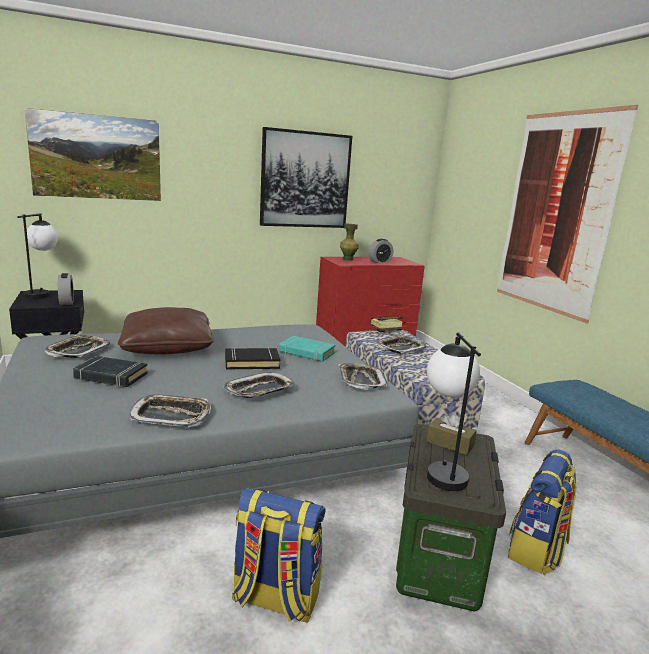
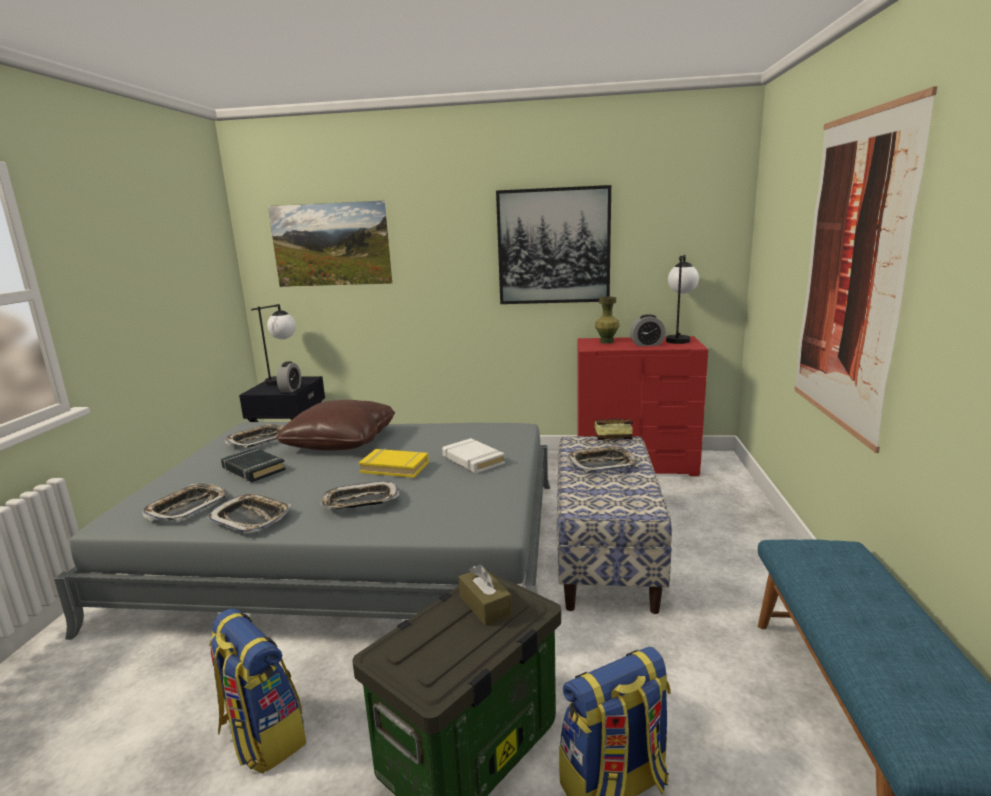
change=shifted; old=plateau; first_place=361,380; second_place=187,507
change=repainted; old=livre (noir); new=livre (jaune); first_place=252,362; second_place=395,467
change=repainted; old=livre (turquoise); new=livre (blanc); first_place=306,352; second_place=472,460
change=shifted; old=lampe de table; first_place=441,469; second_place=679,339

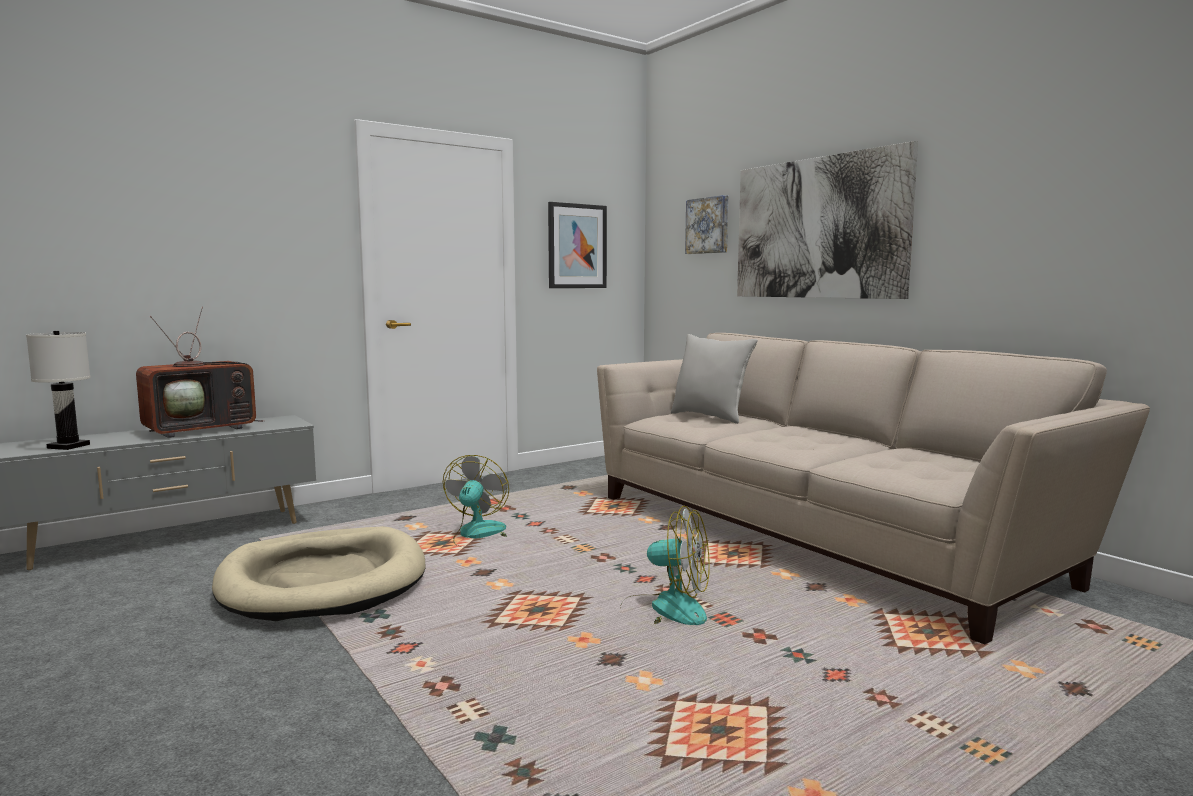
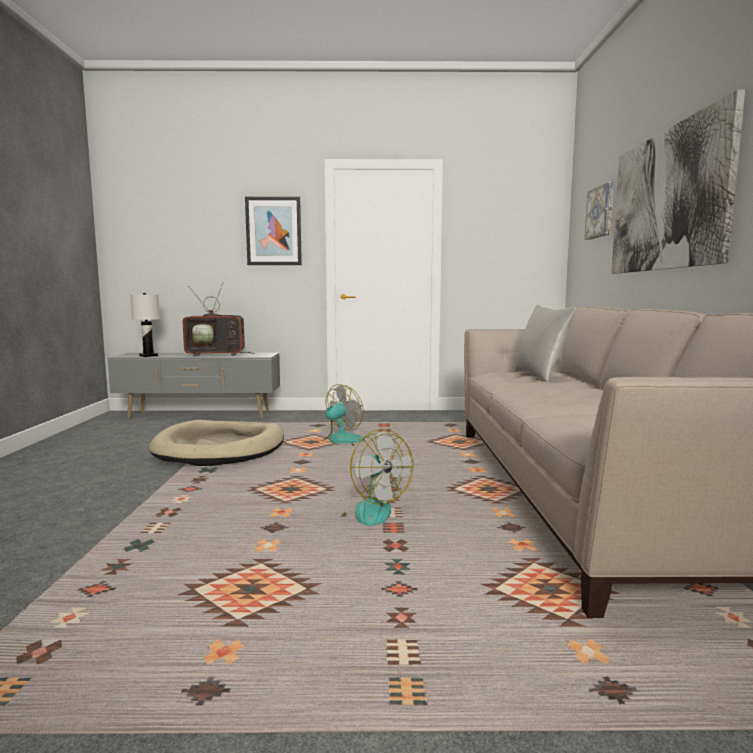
change=shifted; old=tableau; first_place=577,246; second_place=273,231

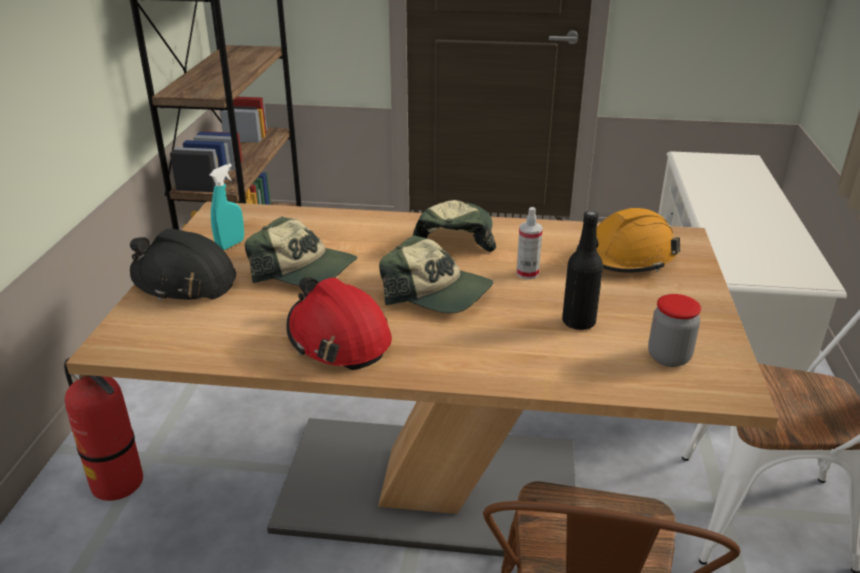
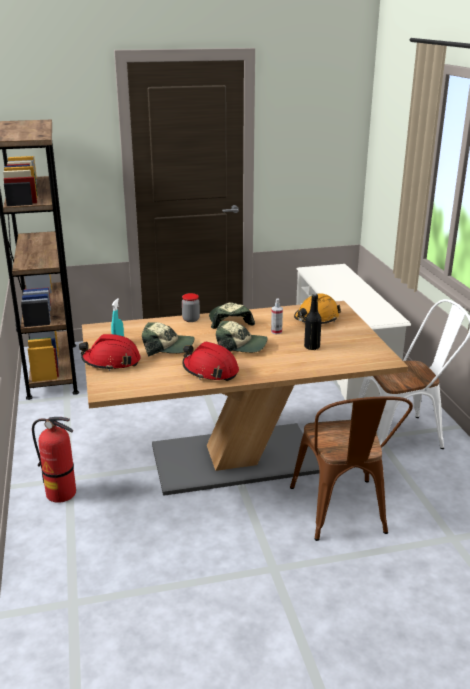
change=repainted; old=casque de chantier (noir); new=casque de chantier (rouge); first_place=184,282; second_place=111,362
change=shifted; old=bocal; first_place=669,357; second_place=191,319

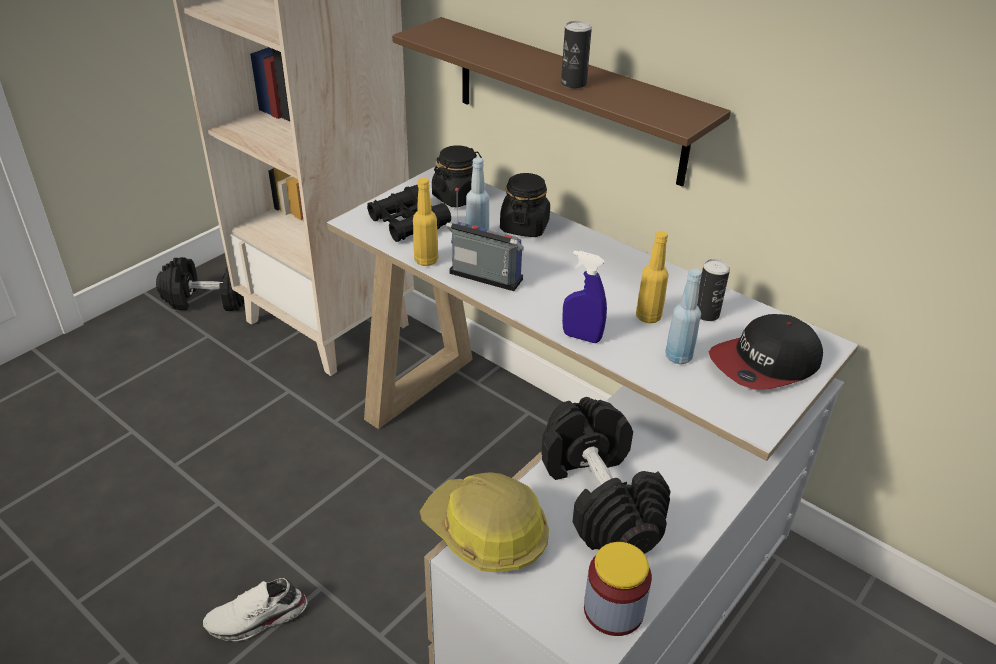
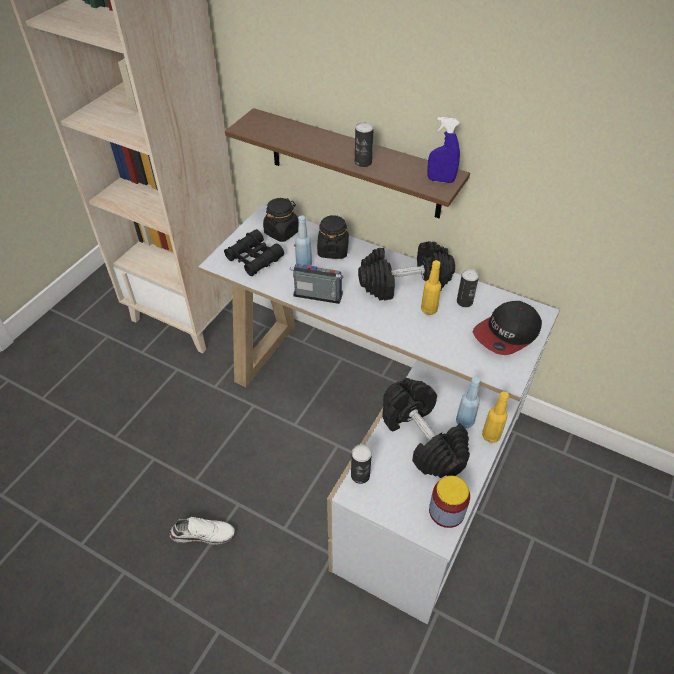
change=rotated; old=chaussure (blanc); first_place=257,619; second_place=203,533; degrees=-150
change=swapped; old=casque de chantier; new=boîte métallique; first_place=486,533; second_place=360,475
change=shifted; old=haltère (noir); first_place=211,299; second_place=405,283
change=shifted; old=vaporisateur (bleu); first_place=581,337; second_place=440,180
change=shifted; old=bouteille (bleu); first_place=678,357; second_place=464,421
change=shifted; old=bouteille (jaune); first_place=426,260; second_place=491,436

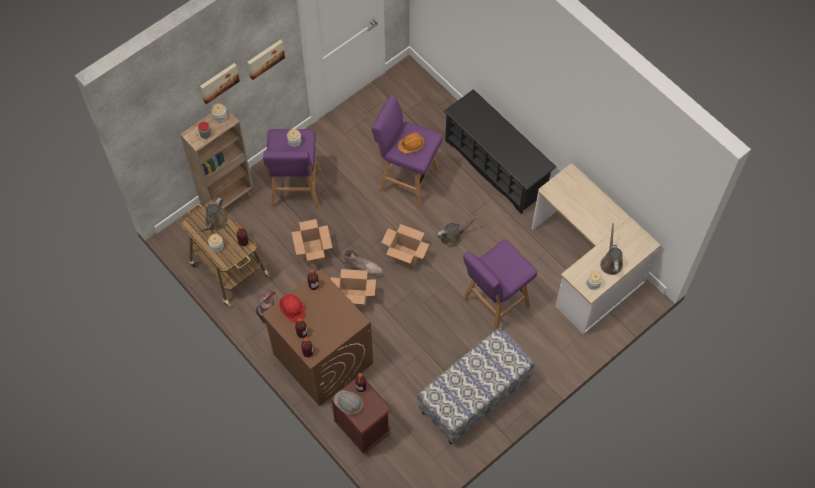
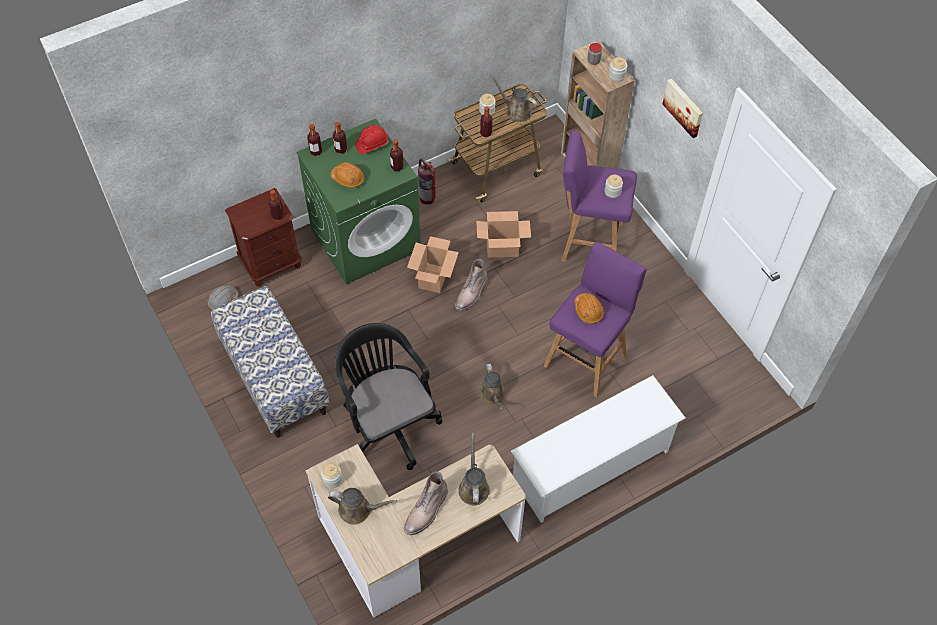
change=shifted; old=casque de chantier (gris); first_place=348,403; second_place=223,301
change=repainted; old=lave-linge (marron); new=lave-linge (vert); first_place=322,358; second_place=366,238
change=new; new=casque de chantier (orange); second_place=348,178
change=swapped; old=tabouret (violet); new=chaise de bureau (noir); first_place=494,304; second_place=388,423
change=new; new=botte (marron); second_place=426,511
change=new; new=arrosoir (marron); second_place=473,487
change=repainted; old=étagère à chaussures (noir); new=étagère à chaussures (blanc); first_place=496,166; second_place=591,467
change=gone; old=tableau; first_place=218,82
change=gone; old=carton; first_place=405,255

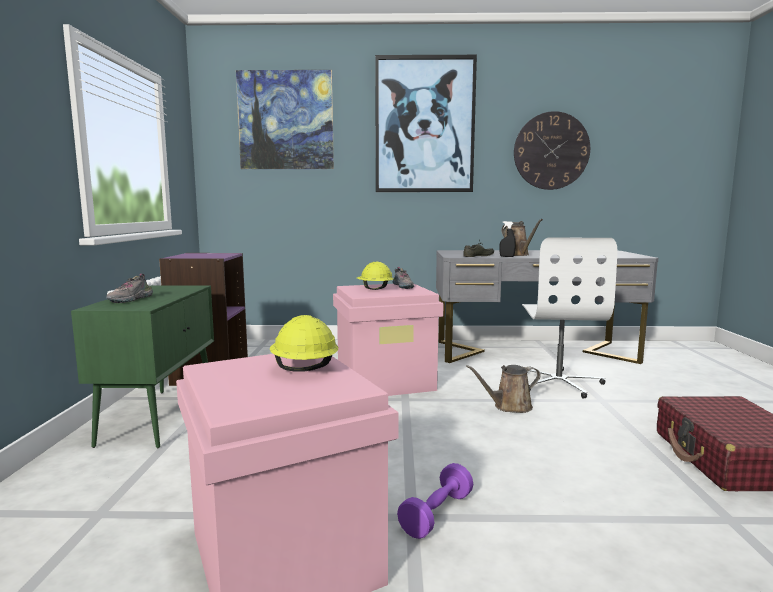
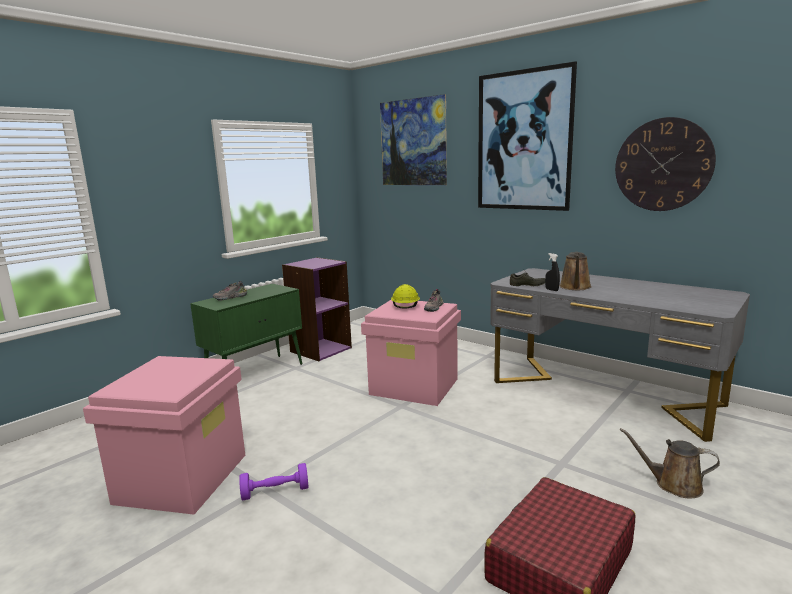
change=shifted; old=arrosoir (marron); first_place=509,407; second_place=673,485
change=gone; old=casque de chantier (jaune); first_place=304,368
change=gone; old=chaise de bureau (blanc); first_place=559,382

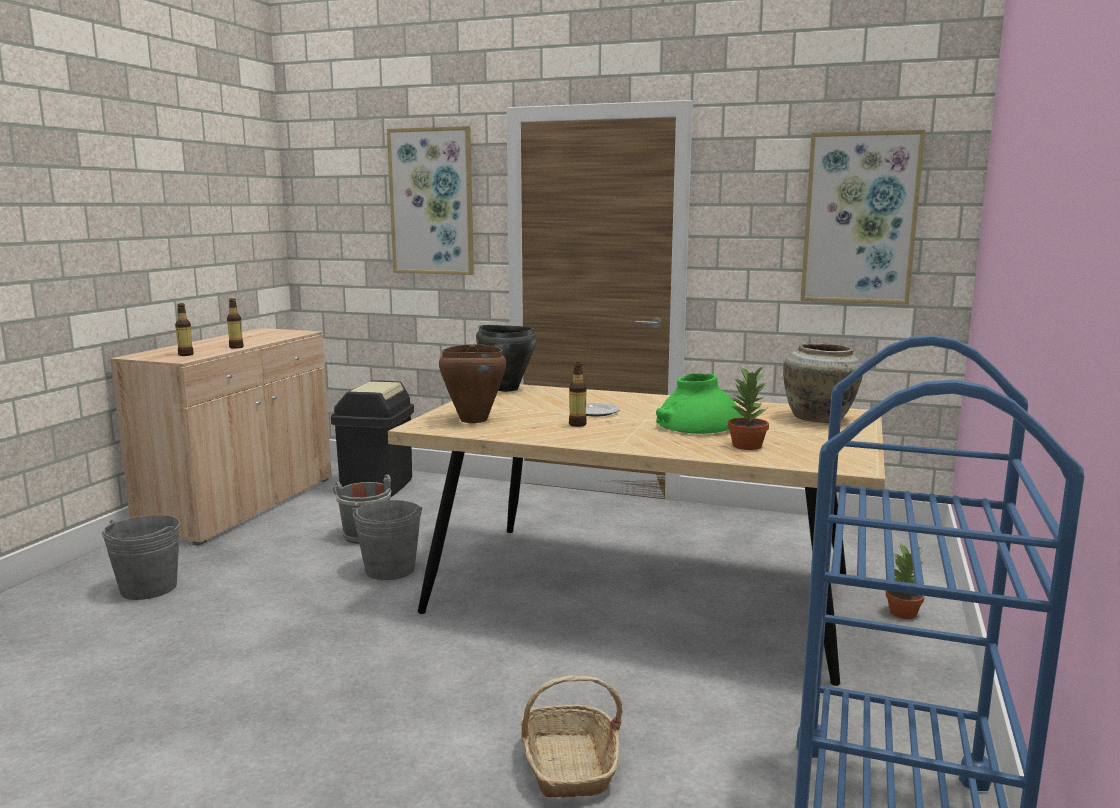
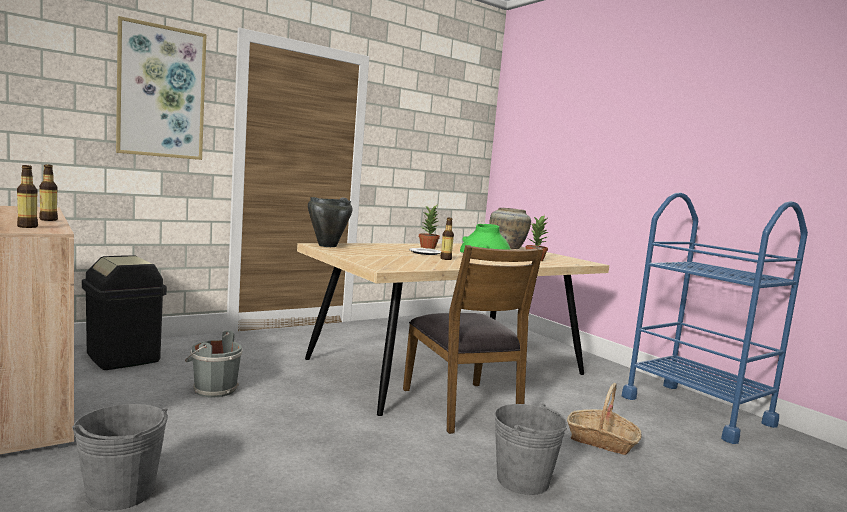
change=new; new=chaise (marron); second_place=462,406
change=shifted; old=plante en pot; first_place=903,613; second_place=428,247
change=shifted; old=seau (gris); first_place=390,569; second_place=523,480
change=gone; old=marmite (marron); first_place=473,420
change=gone; old=tableau; first_place=860,218

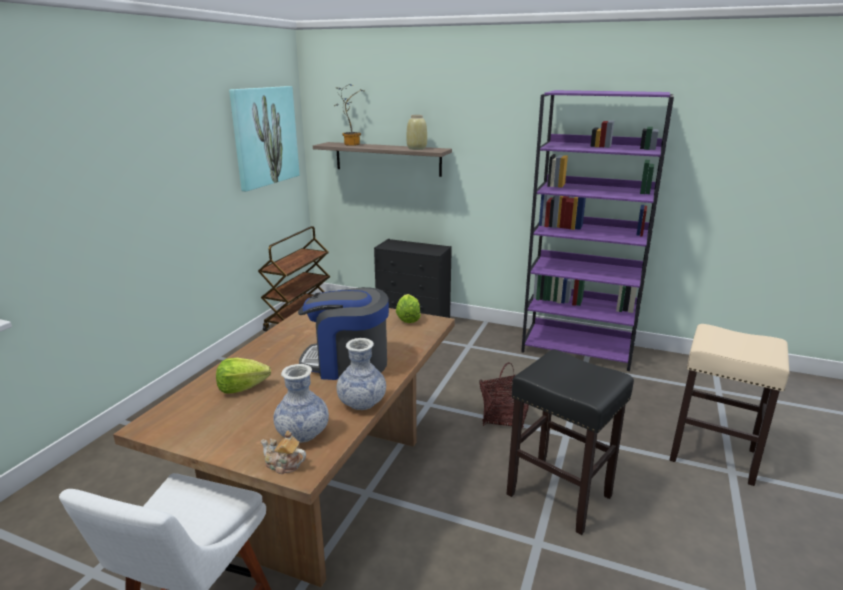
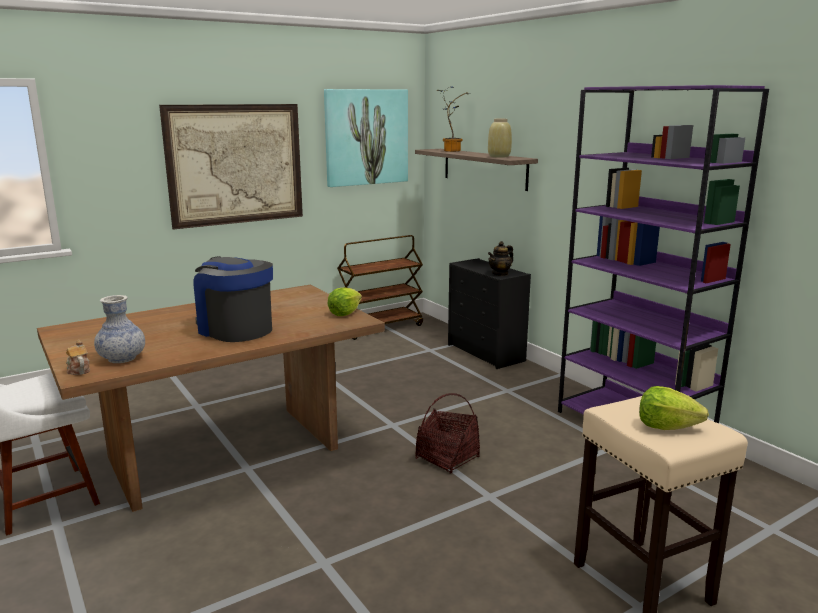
change=new; new=tableau; second_place=235,164
change=new; new=théière; second_place=500,274
change=shifted; old=laitue; first_place=242,388; second_place=666,426
change=gone; old=vase; first_place=362,403
change=gone; old=tabouret (noir); first_place=560,495

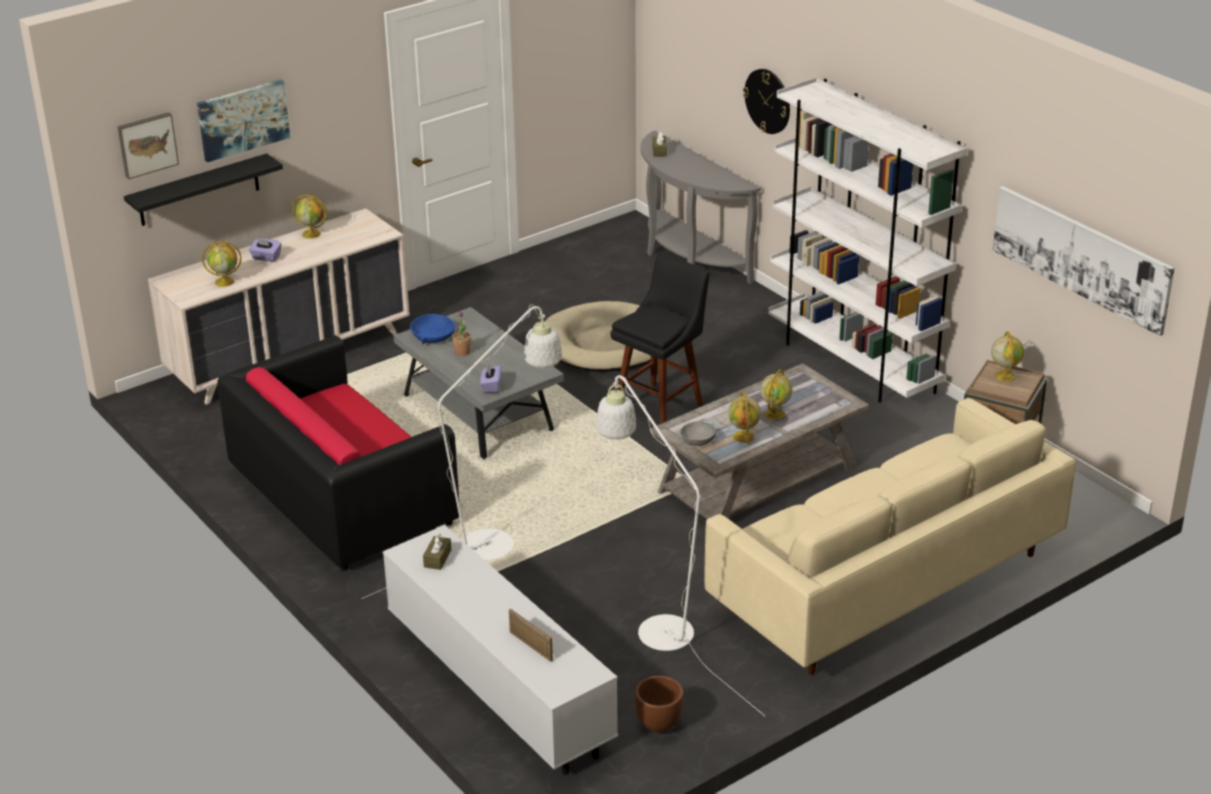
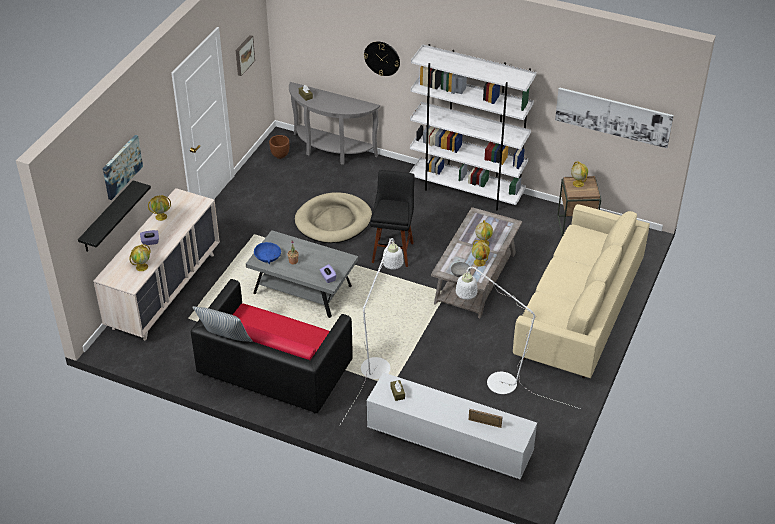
change=new; new=coussin; second_place=224,341
change=shifted; old=tableau; first_place=147,144; second_place=243,55
change=shifted; old=cache-pot (marron); first_place=659,725; second_place=280,155

